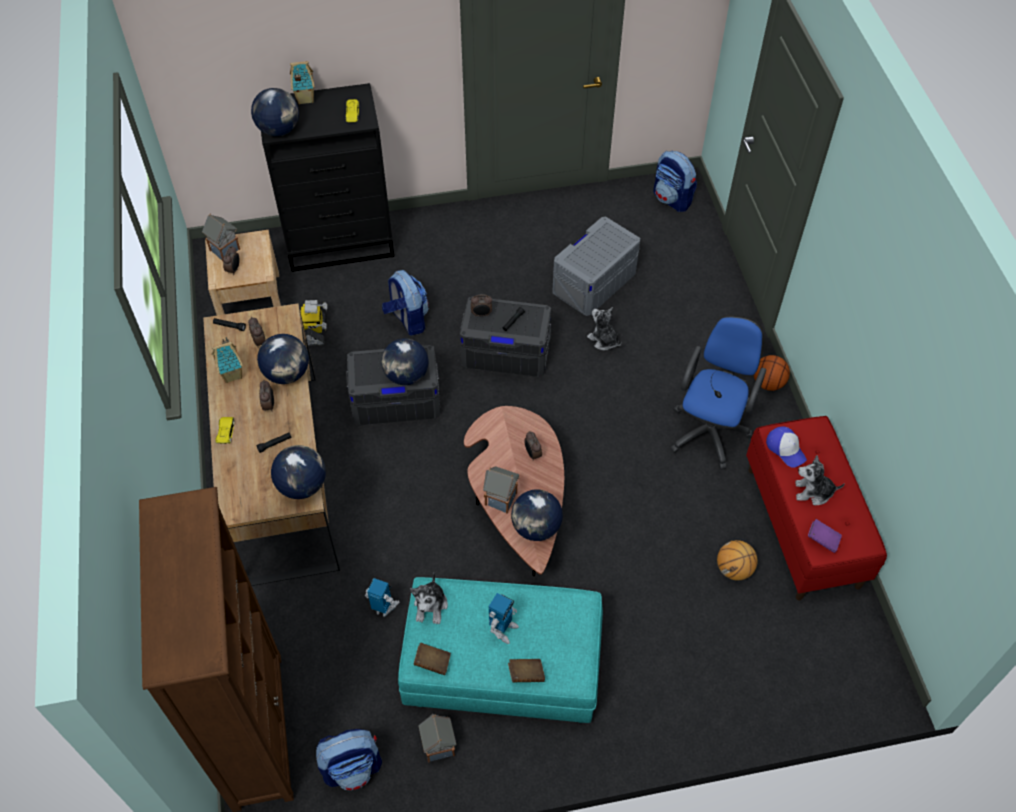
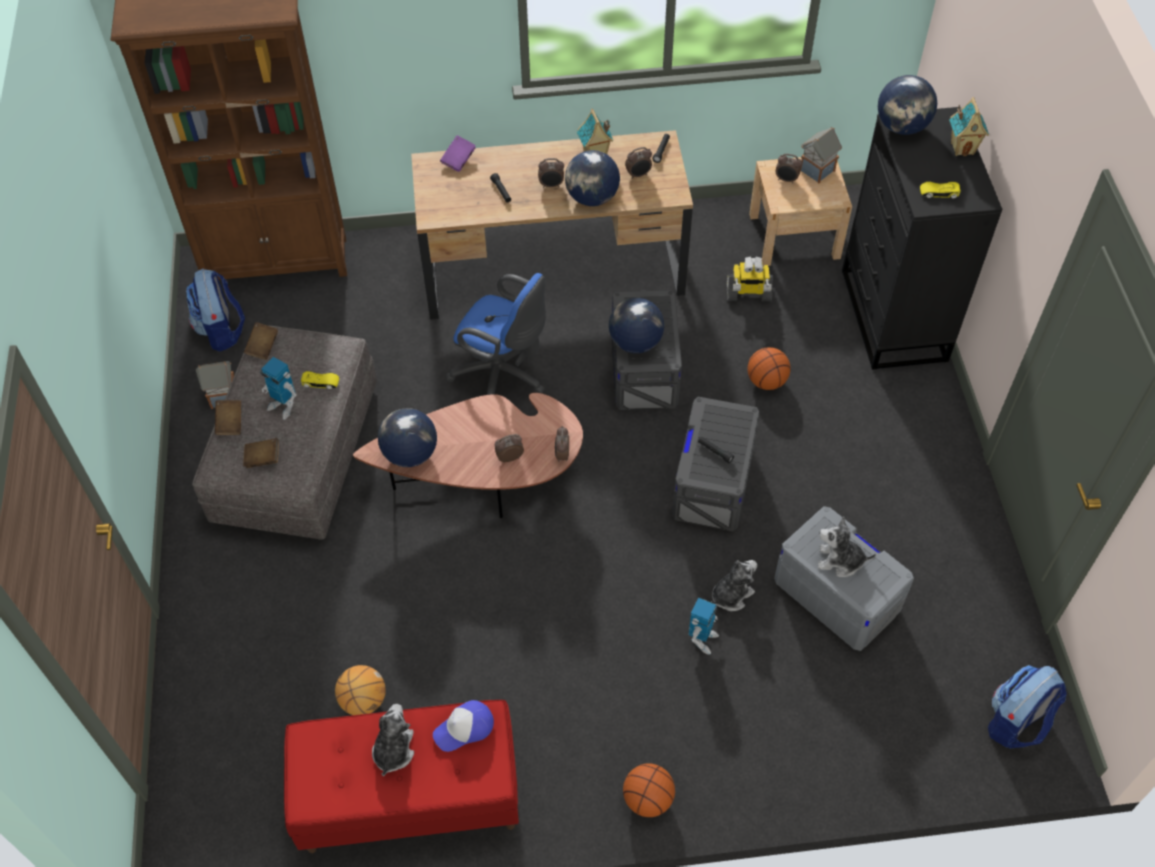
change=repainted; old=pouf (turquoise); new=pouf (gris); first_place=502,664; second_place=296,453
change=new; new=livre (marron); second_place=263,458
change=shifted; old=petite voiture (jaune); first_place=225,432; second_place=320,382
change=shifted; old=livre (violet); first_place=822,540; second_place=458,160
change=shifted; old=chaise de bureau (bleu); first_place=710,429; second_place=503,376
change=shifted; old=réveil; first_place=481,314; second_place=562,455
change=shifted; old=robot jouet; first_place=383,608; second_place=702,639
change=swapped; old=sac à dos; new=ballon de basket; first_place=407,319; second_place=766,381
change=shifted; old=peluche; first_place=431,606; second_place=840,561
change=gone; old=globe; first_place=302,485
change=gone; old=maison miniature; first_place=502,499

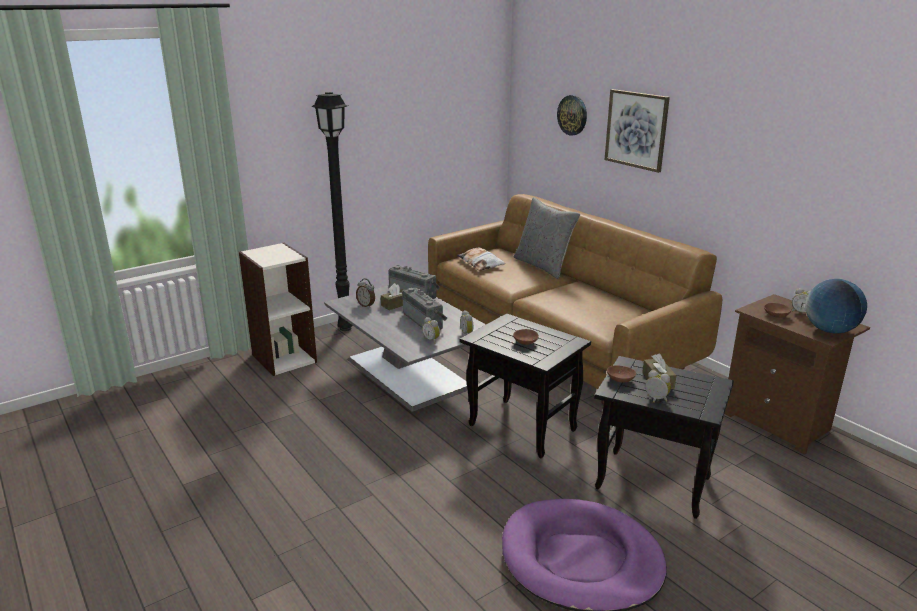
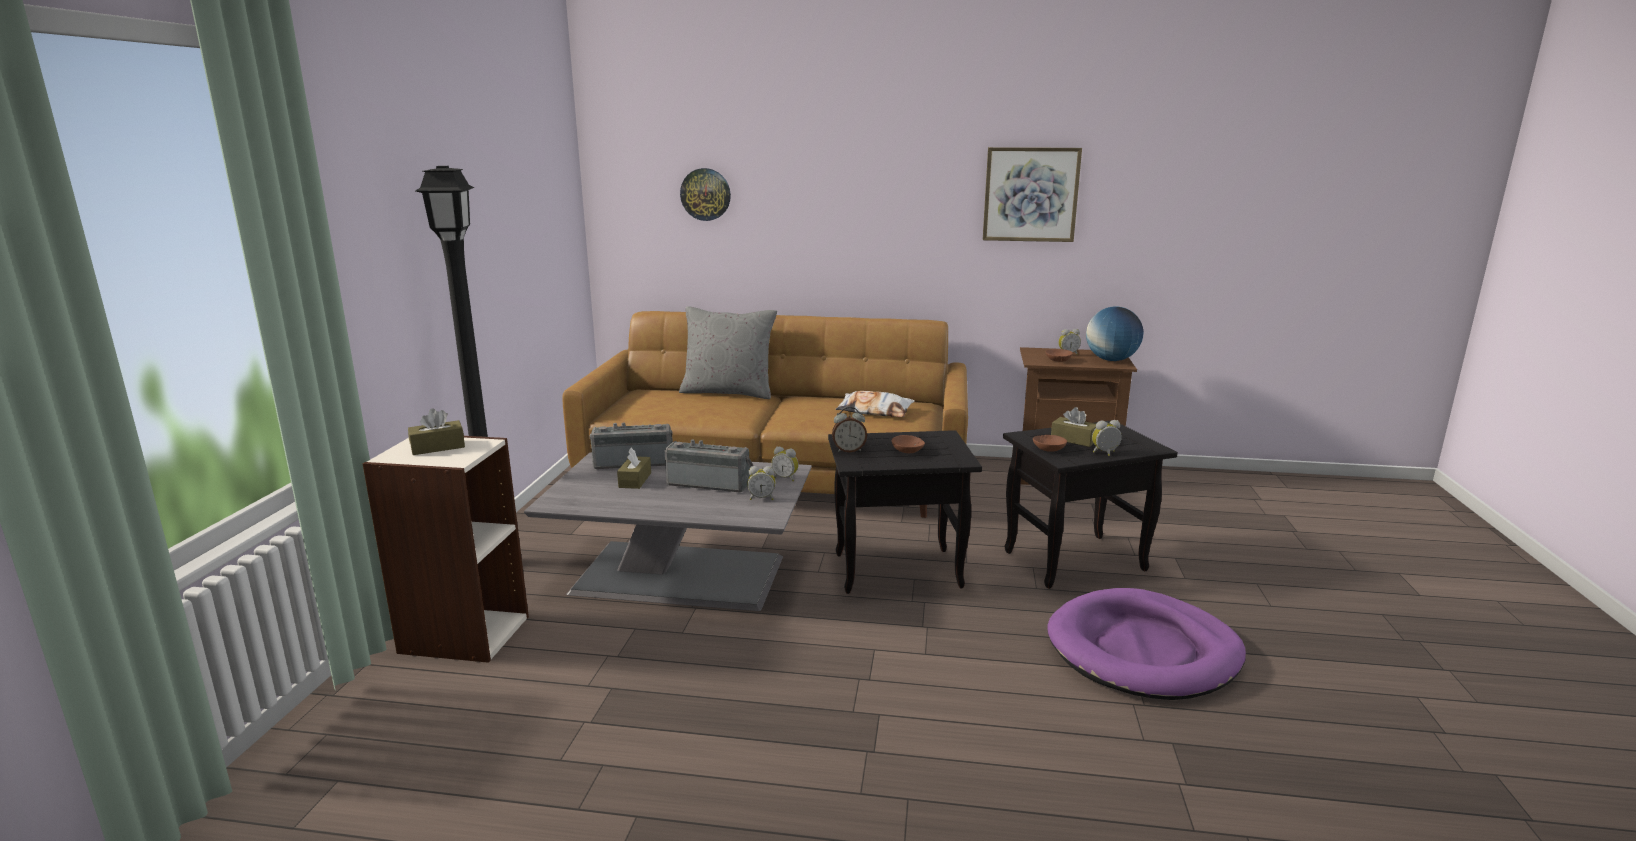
change=new; new=boîte à mouchoirs (marron); second_place=438,447
change=shifted; old=réveil; first_place=366,305; second_place=849,450
change=shifted; old=coussin; first_place=480,263; second_place=875,411
change=shifted; old=tableau; first_place=636,130; second_place=1030,194

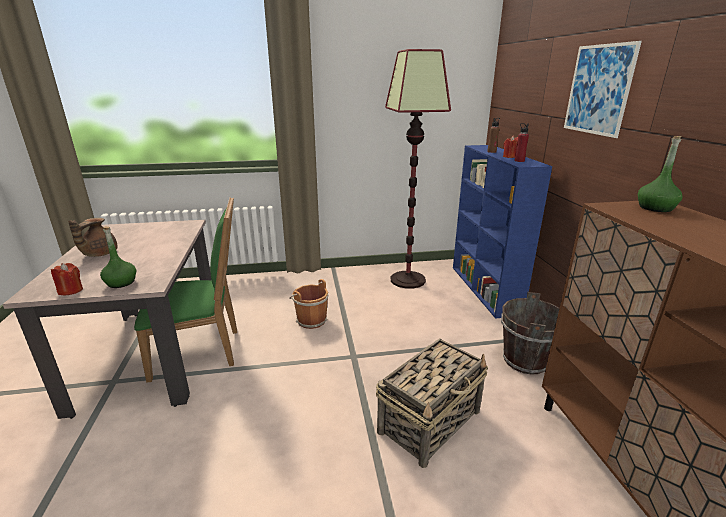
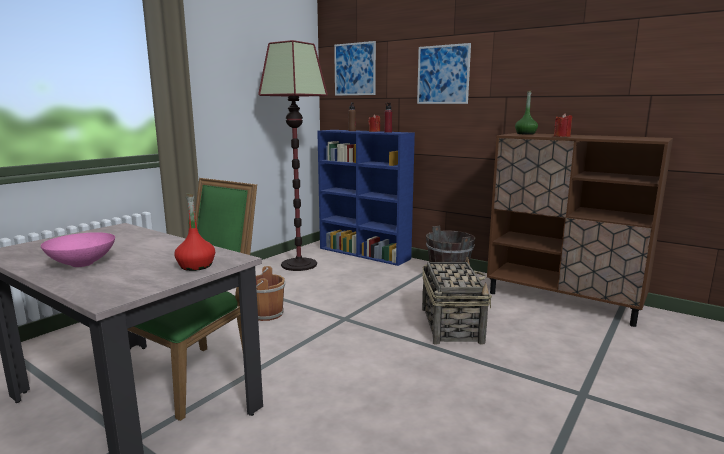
change=swapped; old=théière (marron); new=bol (rose); first_place=99,254; second_place=81,264
change=repainted; old=bouteille (vert); new=bouteille (rouge); first_place=121,282; second_place=196,266
change=new; new=tableau; second_place=354,69
change=shifted; old=bougie (rouge); first_place=70,290; second_place=562,136

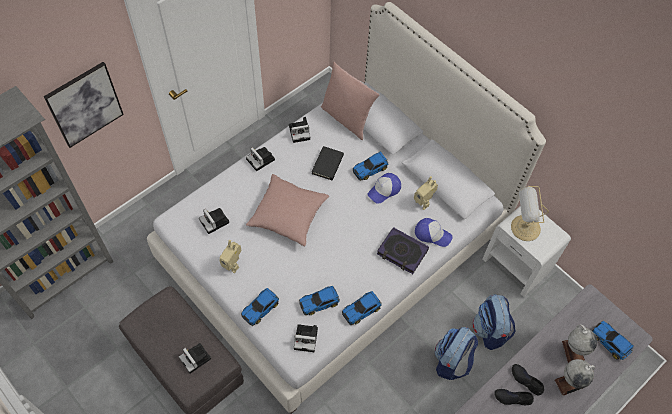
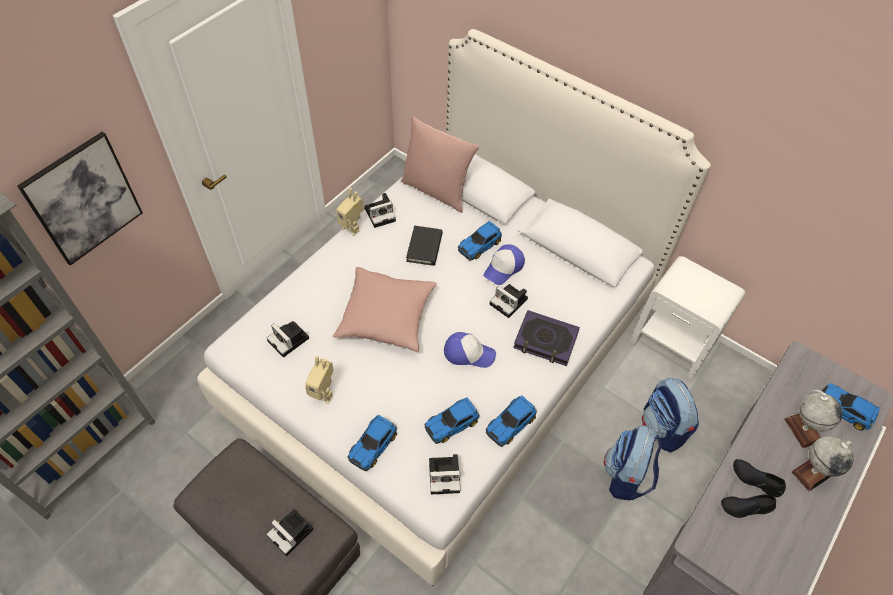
change=shifted; old=robot jouet; first_place=423,202; second_place=353,227
change=shifted; old=casquette; first_place=432,234; second_place=468,353
change=shifted; old=appareil photo; first_place=261,160; second_place=510,302
change=gone; old=lampe de table; first_place=523,228

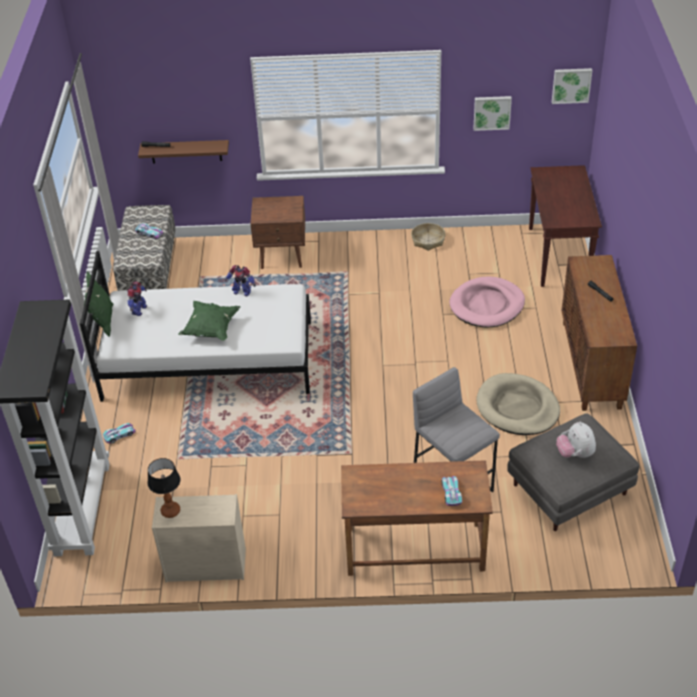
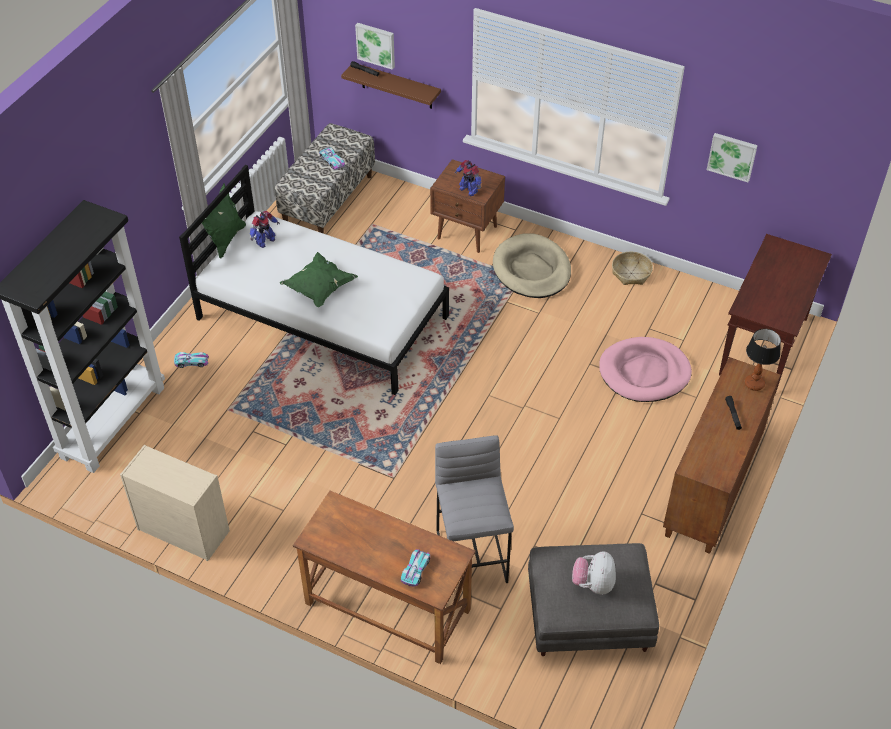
change=shifted; old=tableau; first_place=571,85; second_place=376,44
change=shifted; old=robot jouet; first_place=242,291; second_place=468,190
change=shifted; old=panier pour chien (beige); first_place=517,408; second_place=531,269
change=shifted; old=lampe de table; first_place=170,511; second_place=754,383

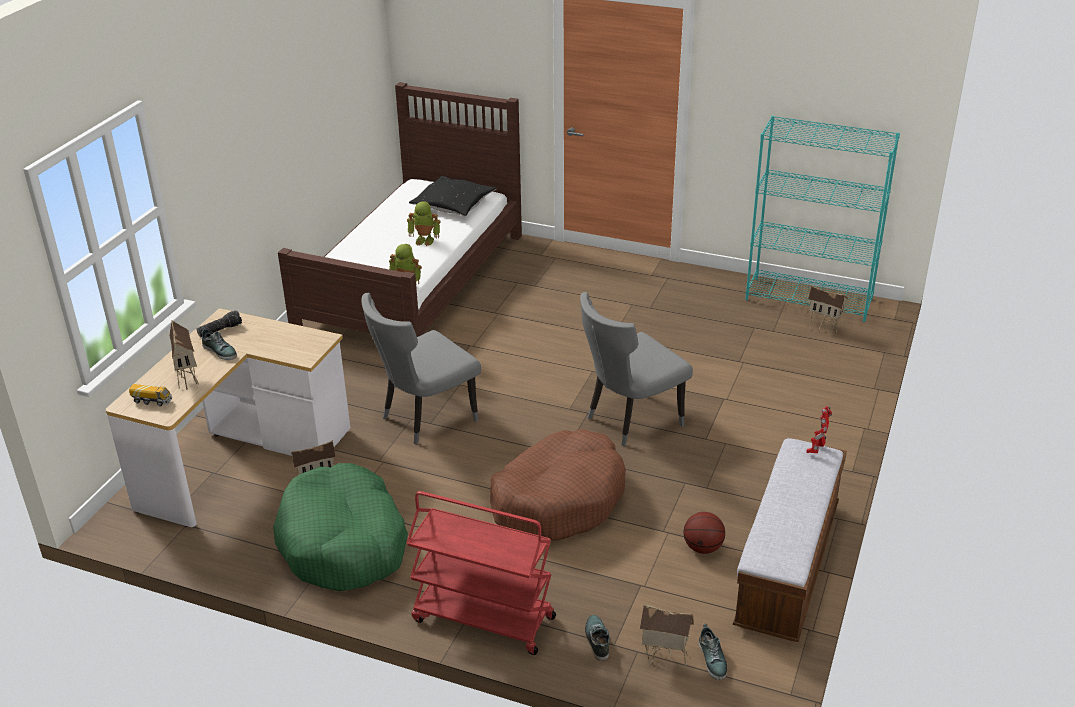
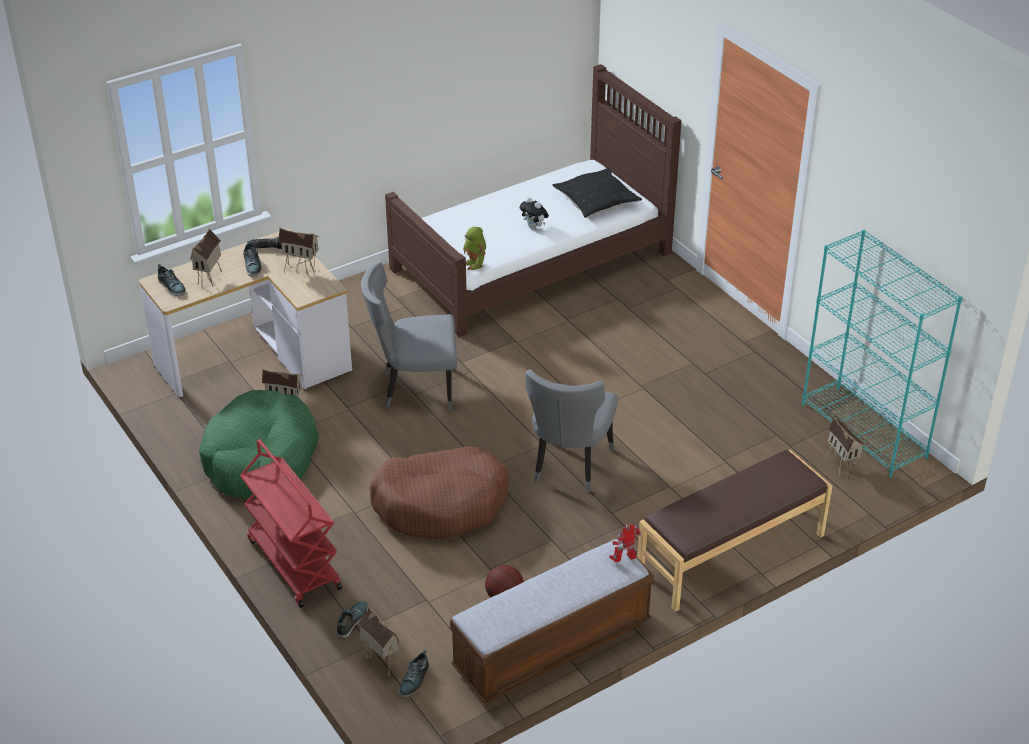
change=swapped; old=camion jouet; new=chaussure; first_place=152,401; second_place=172,286
change=new; new=maison miniature; second_place=302,269
change=swapped; old=robot jouet; new=peluche; first_place=425,240; second_place=534,227
change=rotated; old=chaise (gris); first_place=629,420; second_place=568,466; degrees=-75
change=new; new=banc (marron); second_place=732,554

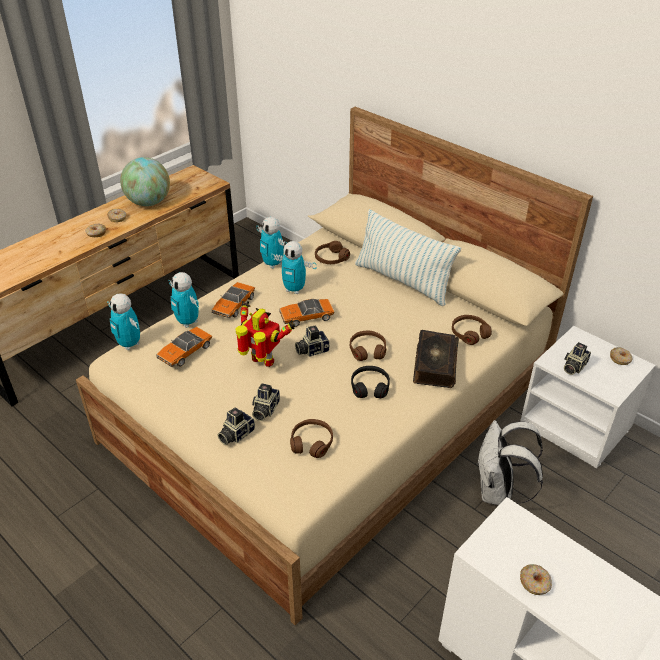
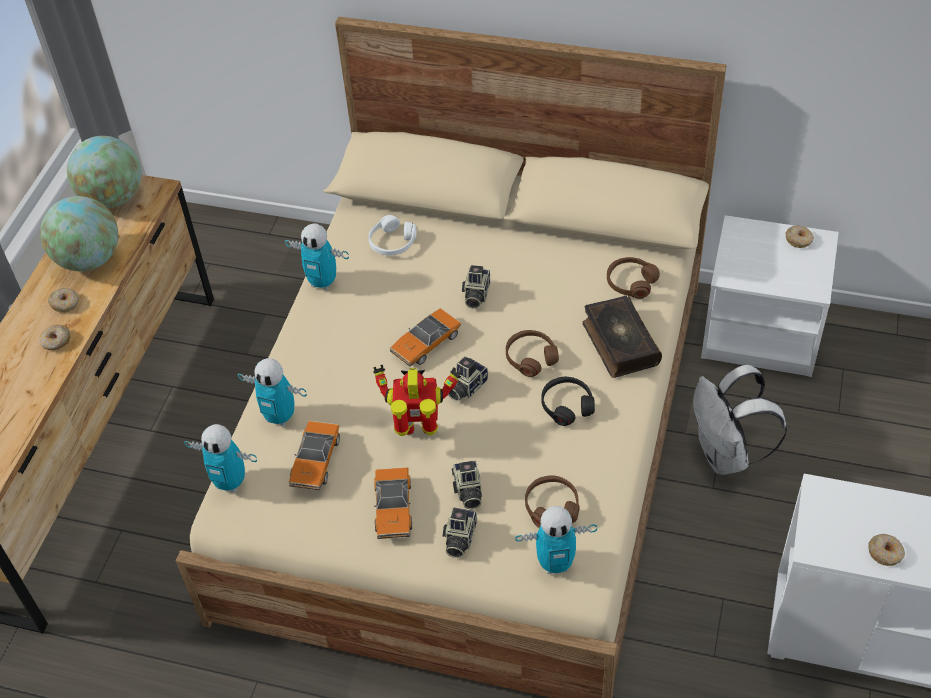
change=new; new=globe; second_place=113,198
change=repainted; old=casque audio (marron); new=casque audio (blanc); first_place=331,258; second_place=392,242
change=shifted; old=petite voiture; first_place=234,305; second_place=393,508
change=shifted; old=appareil photo; first_place=573,366; second_place=475,295
change=shifted; old=robot jouet; first_place=294,289; second_place=556,564
change=gone; old=coussin; first_place=402,281

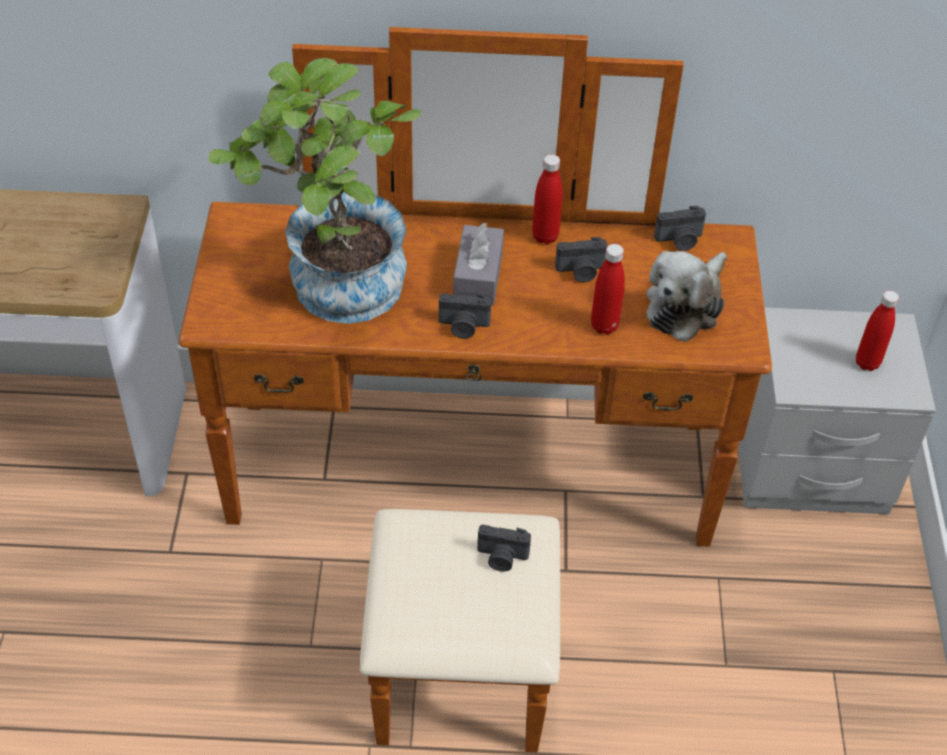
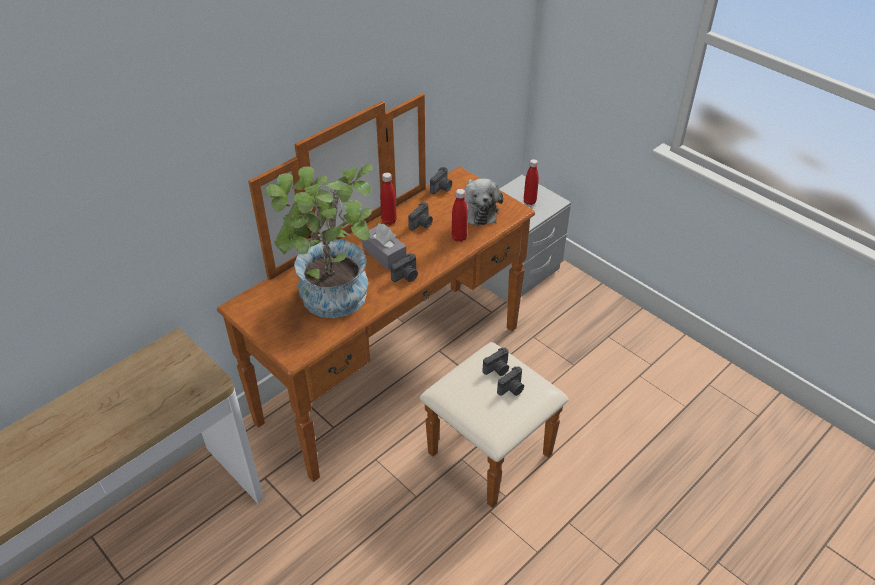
change=new; new=appareil photo; second_place=512,389

